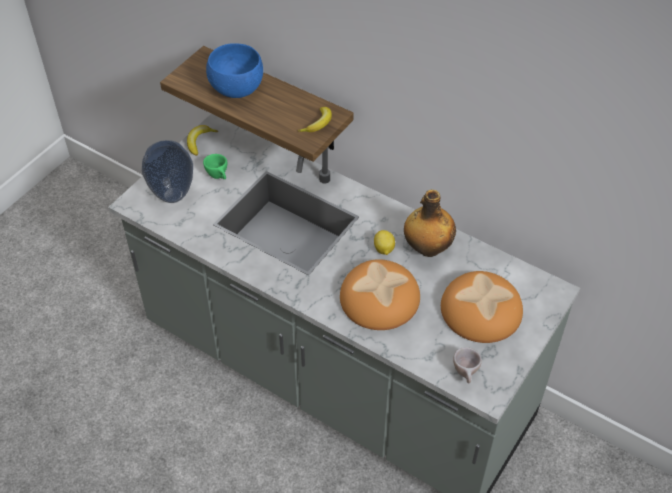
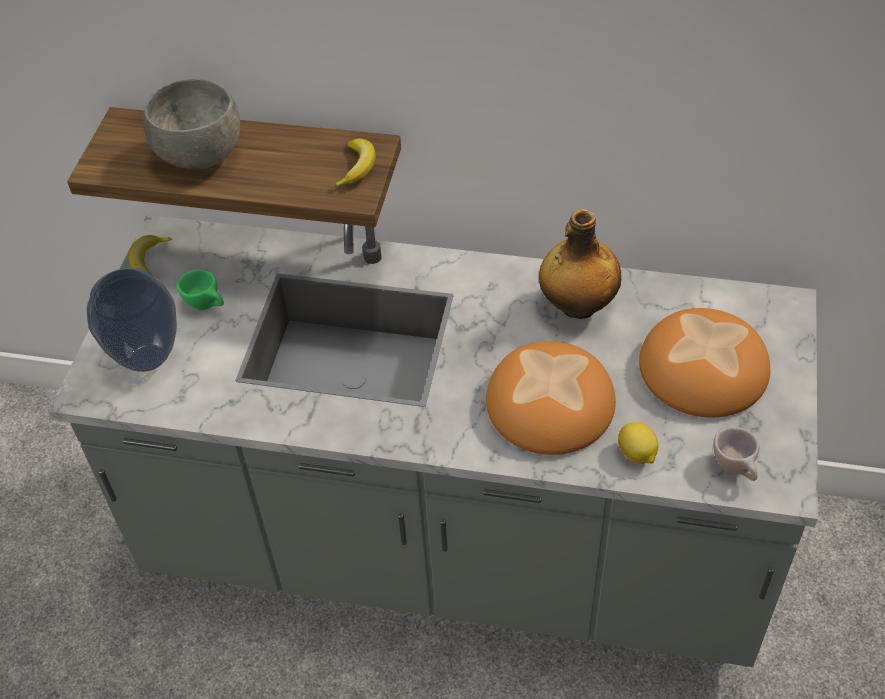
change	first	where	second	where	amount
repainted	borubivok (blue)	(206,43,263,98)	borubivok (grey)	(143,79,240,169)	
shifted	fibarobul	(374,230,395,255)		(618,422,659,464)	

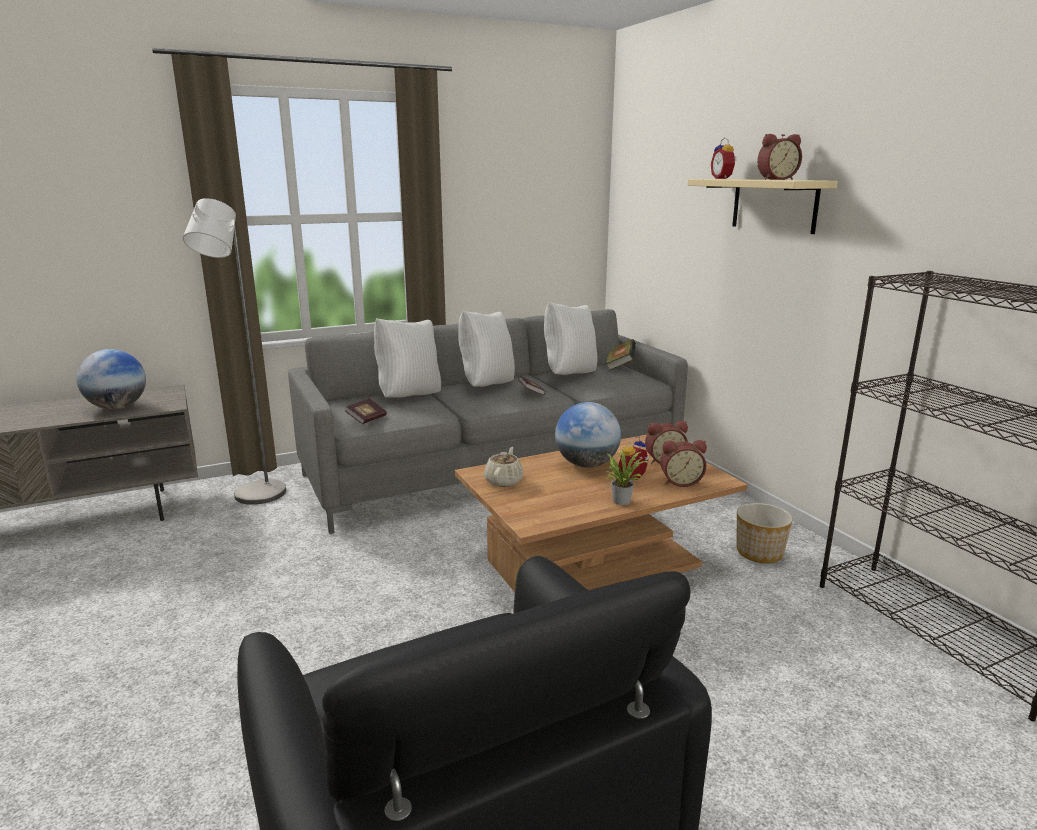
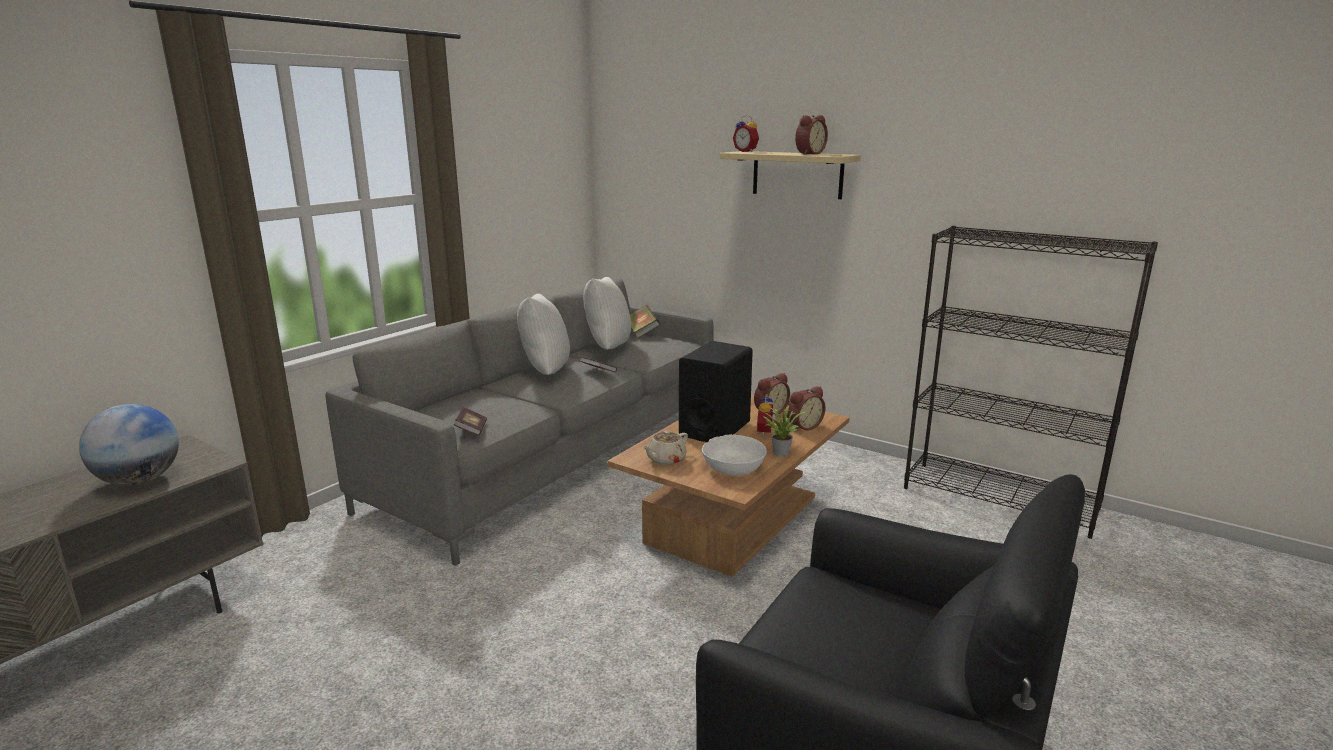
change	first	where	second	where	amount
gone	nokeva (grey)	(183,198,286,505)			
gone	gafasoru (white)	(374,318,441,398)			
rotated	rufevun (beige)	(484,447,523,487)		(643,431,688,465)	120 degrees counterclockwise
swapped	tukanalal	(555,402,621,468)	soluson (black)	(679,341,753,442)	
gone	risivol	(736,503,793,563)			
new			borubivok (white)	(702,434,767,476)	

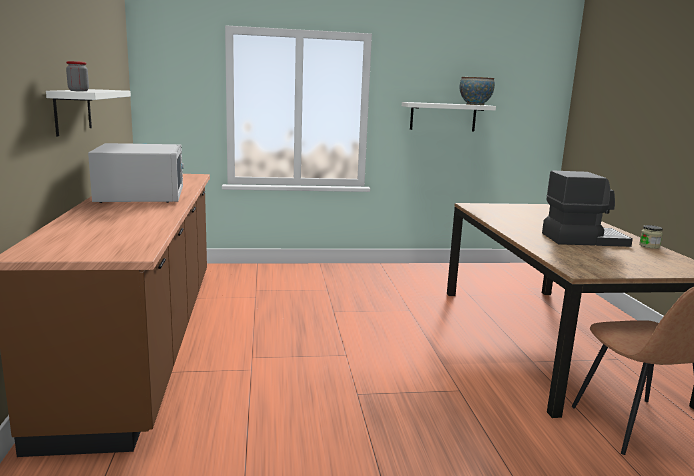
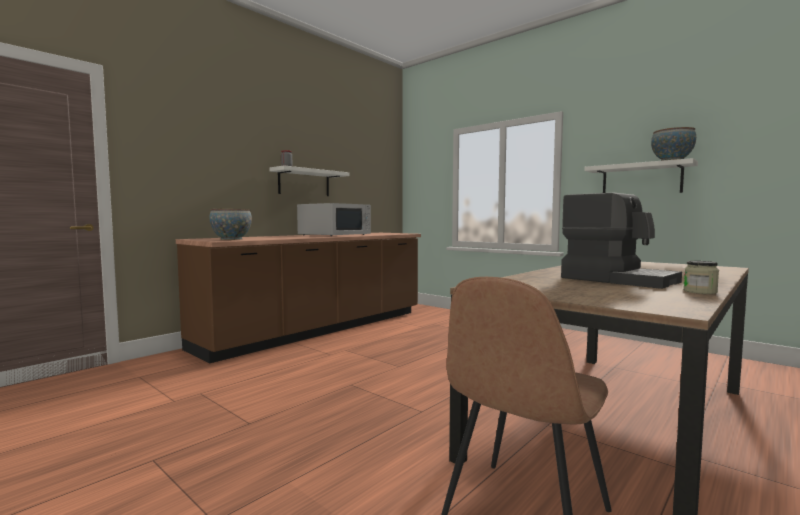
change	first	where	second	where	amount
new			borubivok	(210,209,252,240)	

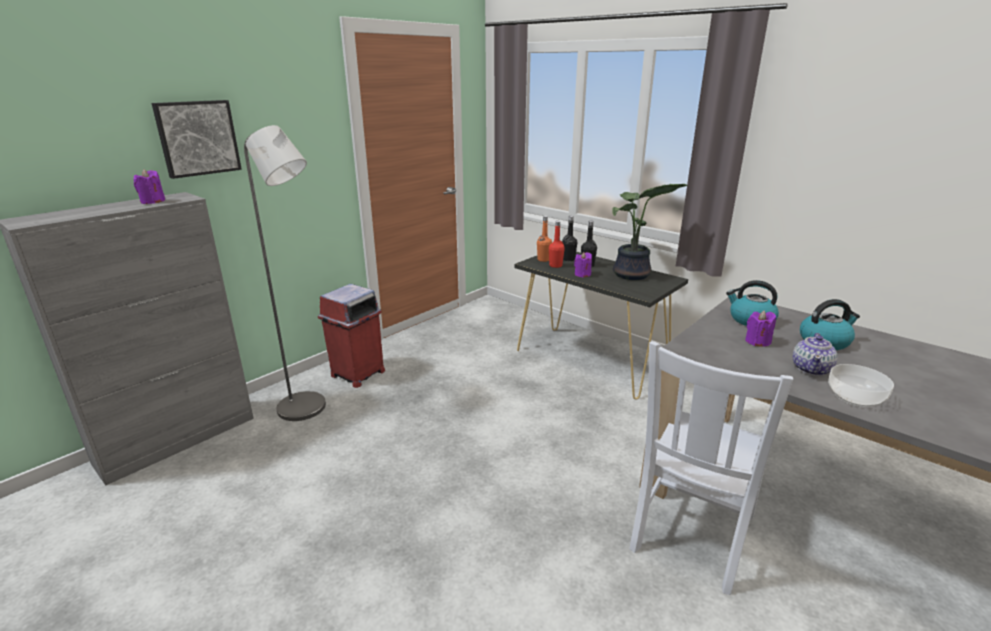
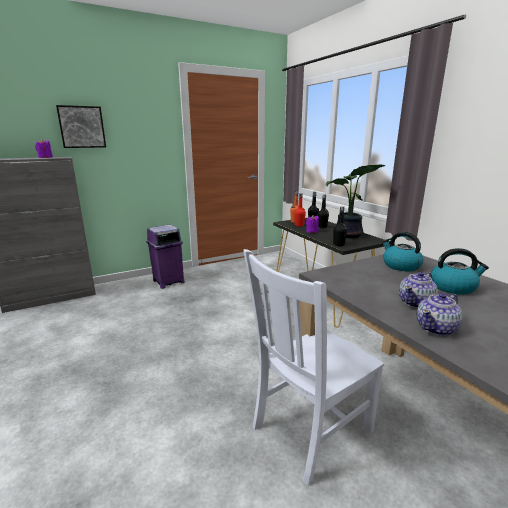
change	first	where	second	where	amount
gone	nokeva (grey)	(244,125,326,421)			
repainted	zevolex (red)	(318,284,385,388)	zevolex (purple)	(146,224,185,289)	
gone	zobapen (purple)	(745,310,776,347)			
swapped	borubivok	(828,364,894,407)	rufevun	(417,293,463,336)	
new			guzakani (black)	(333,206,347,247)	

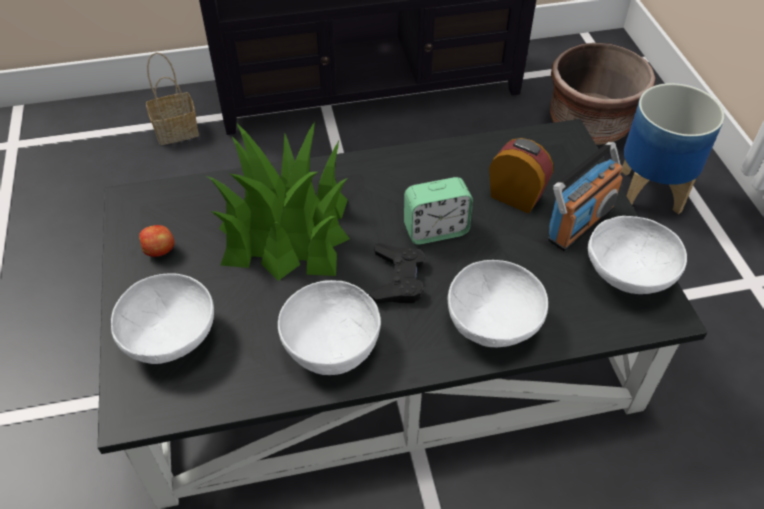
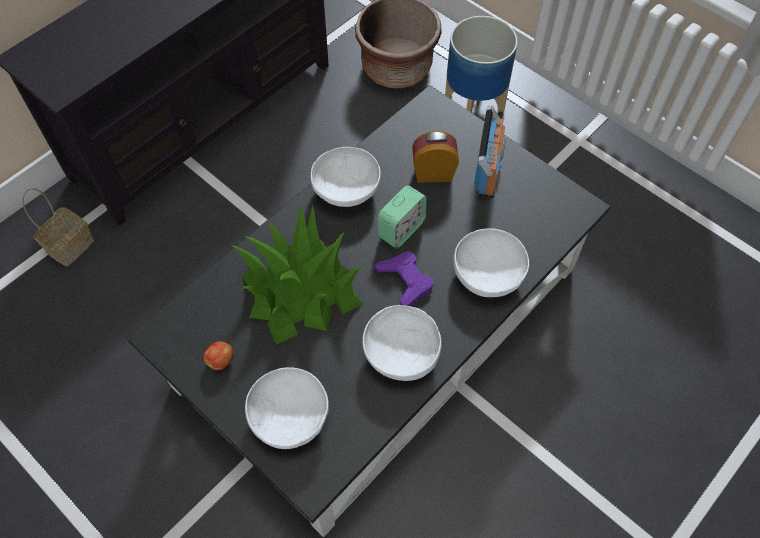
change	first	where	second	where	amount
repainted	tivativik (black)	(369,243,425,303)	tivativik (purple)	(375,251,433,306)	
shifted	borubivok (white)	(587,216,687,294)		(311,147,381,207)	

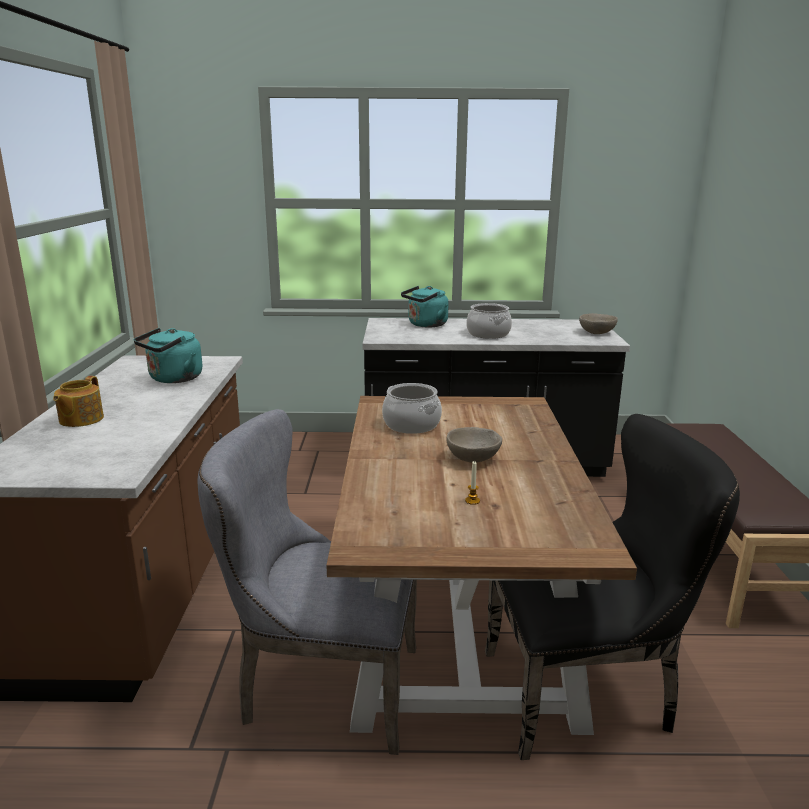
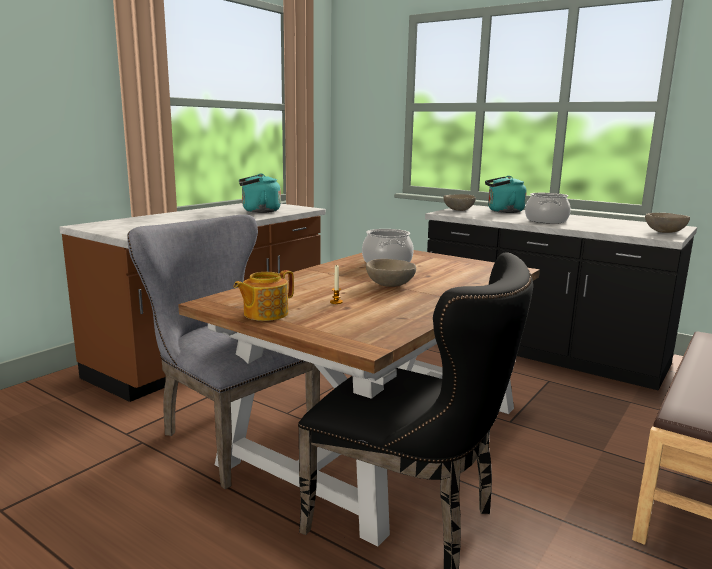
change	first	where	second	where	amount
shifted	rufevun	(53,376,104,427)		(234,270,294,321)	
new			borubivok (beige)	(443,194,476,211)	

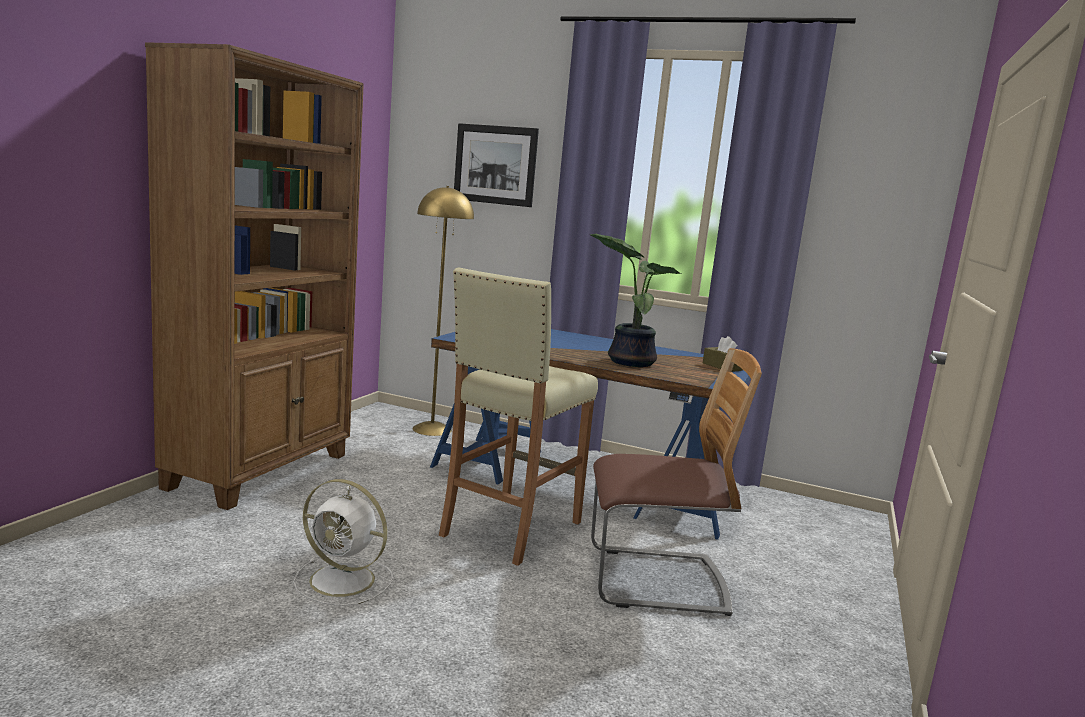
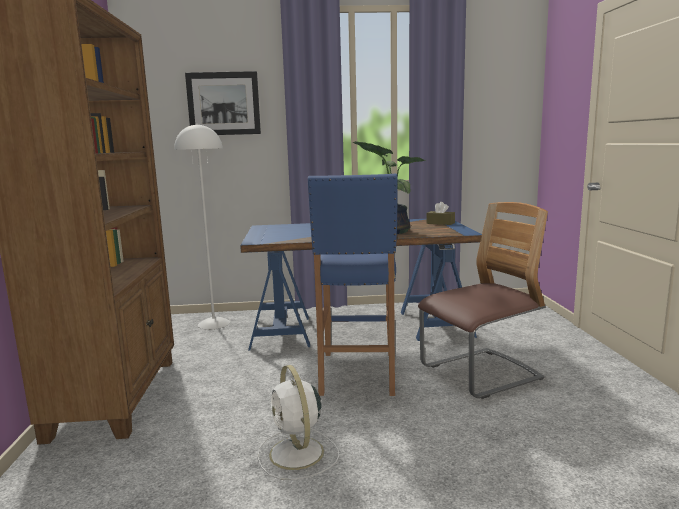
change	first	where	second	where	amount
rotated	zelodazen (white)	(293,479,393,606)		(258,365,339,480)	75 degrees clockwise
repainted	nokeva (yellow)	(412,186,474,436)	nokeva (white)	(174,123,230,330)	
repainted	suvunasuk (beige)	(439,268,598,566)	suvunasuk (blue)	(308,174,398,396)	

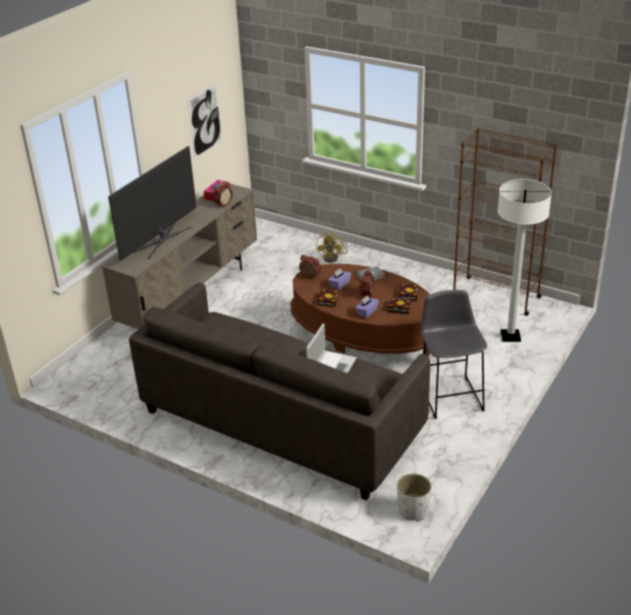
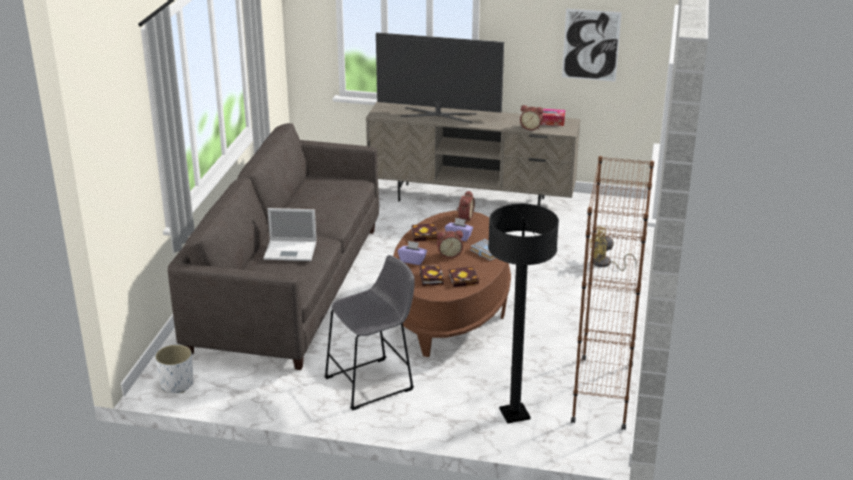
change	first	where	second	where	amount
repainted	nokeva (white)	(497,179,552,342)	nokeva (black)	(488,204,559,423)	

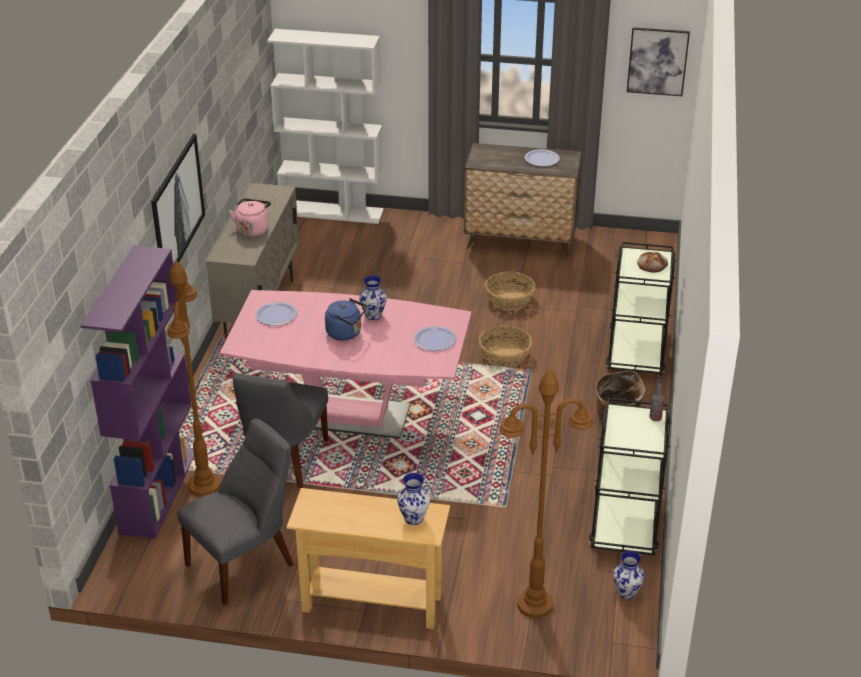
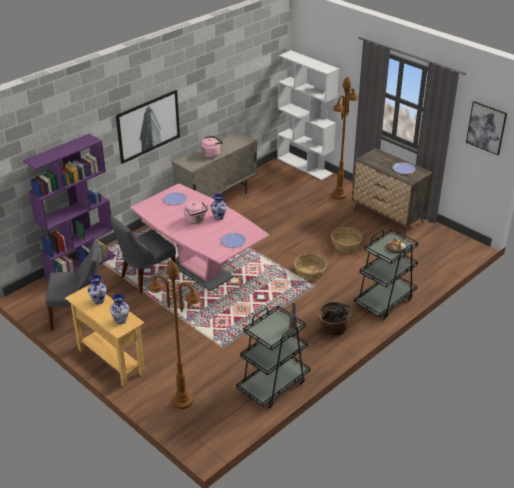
change	first	where	second	where	amount
shifted	nokeva (brown)	(167,260,221,497)		(332,76,358,200)	
repainted	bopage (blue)	(325,298,367,341)	bopage (pink)	(184,201,208,224)	
shifted	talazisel	(613,551,645,599)		(88,275,106,304)	

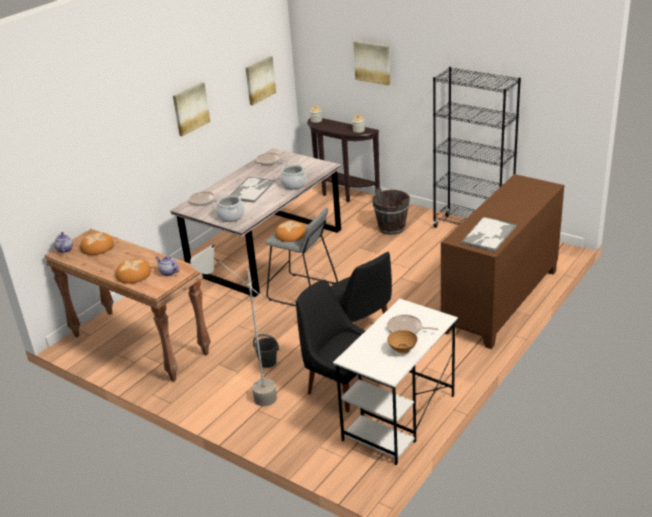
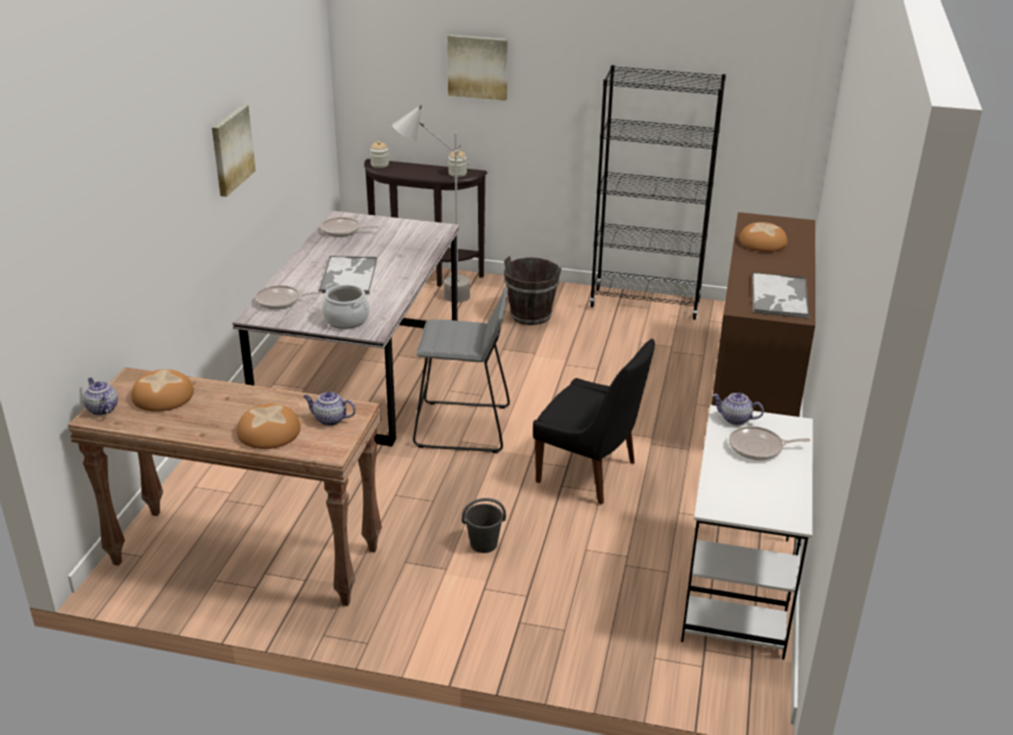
change	first	where	second	where	amount
shifted	nokeva (grey)	(190,244,277,406)		(392,105,470,303)	
gone	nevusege	(246,56,276,105)			
shifted	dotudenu	(275,221,306,242)		(739,222,787,252)	
gone	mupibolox	(280,165,307,189)			
gone	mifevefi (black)	(296,280,365,412)			
gone	borubivok (brown)	(387,330,417,354)			
new			rufevun	(713,392,764,425)	

